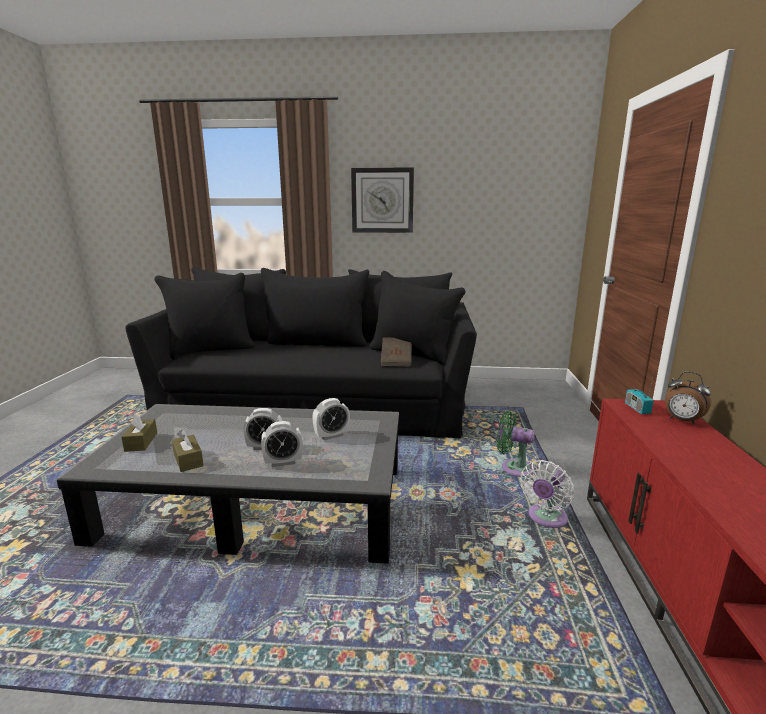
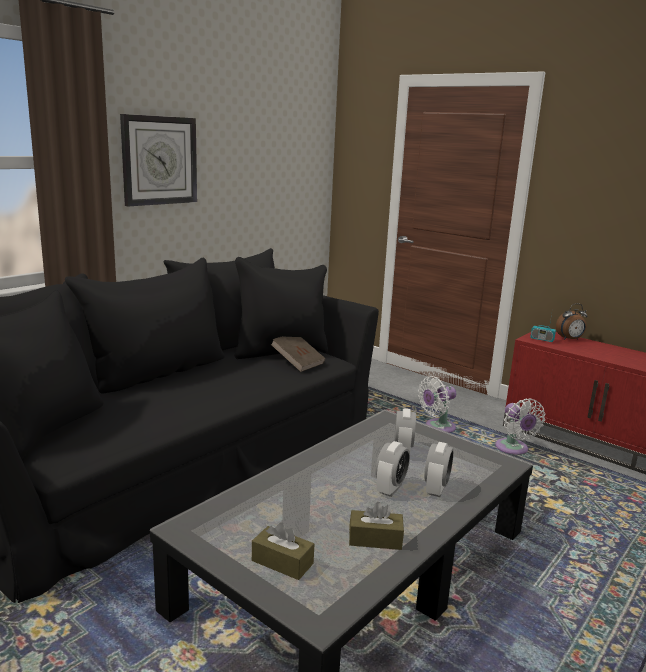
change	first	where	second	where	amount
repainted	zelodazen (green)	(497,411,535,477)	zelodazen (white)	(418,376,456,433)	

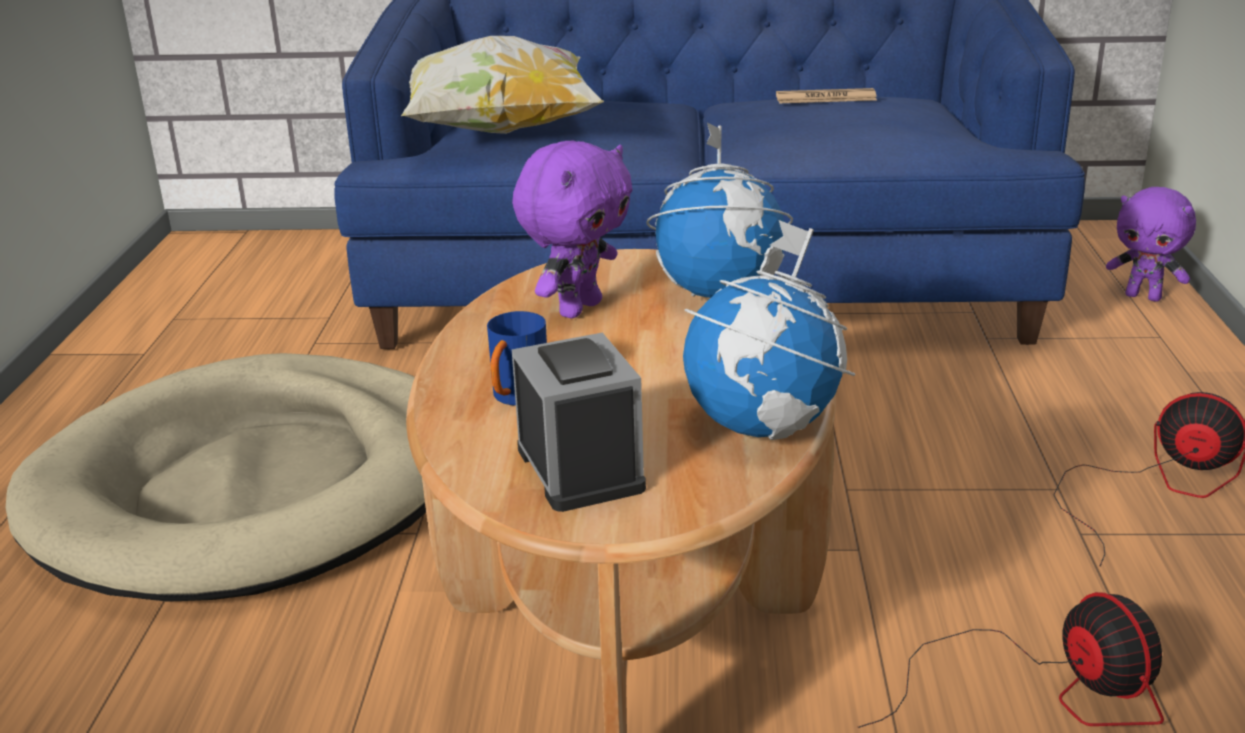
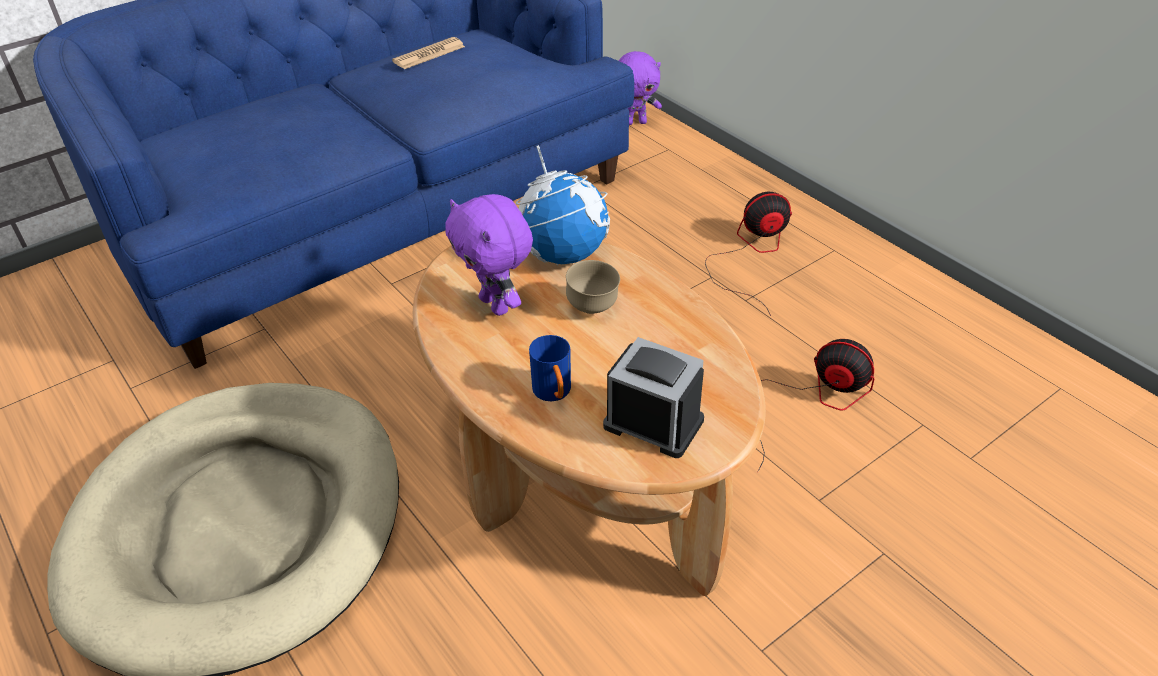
change	first	where	second	where	amount
gone	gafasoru	(401,36,604,134)			
rotated	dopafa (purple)	(512,141,633,318)		(445,194,533,316)	150 degrees clockwise
gone	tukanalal	(683,220,855,440)			
new			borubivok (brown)	(566,260,620,314)	

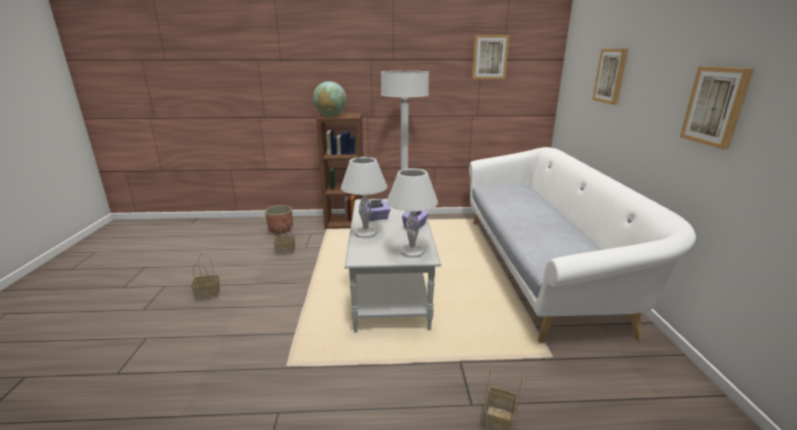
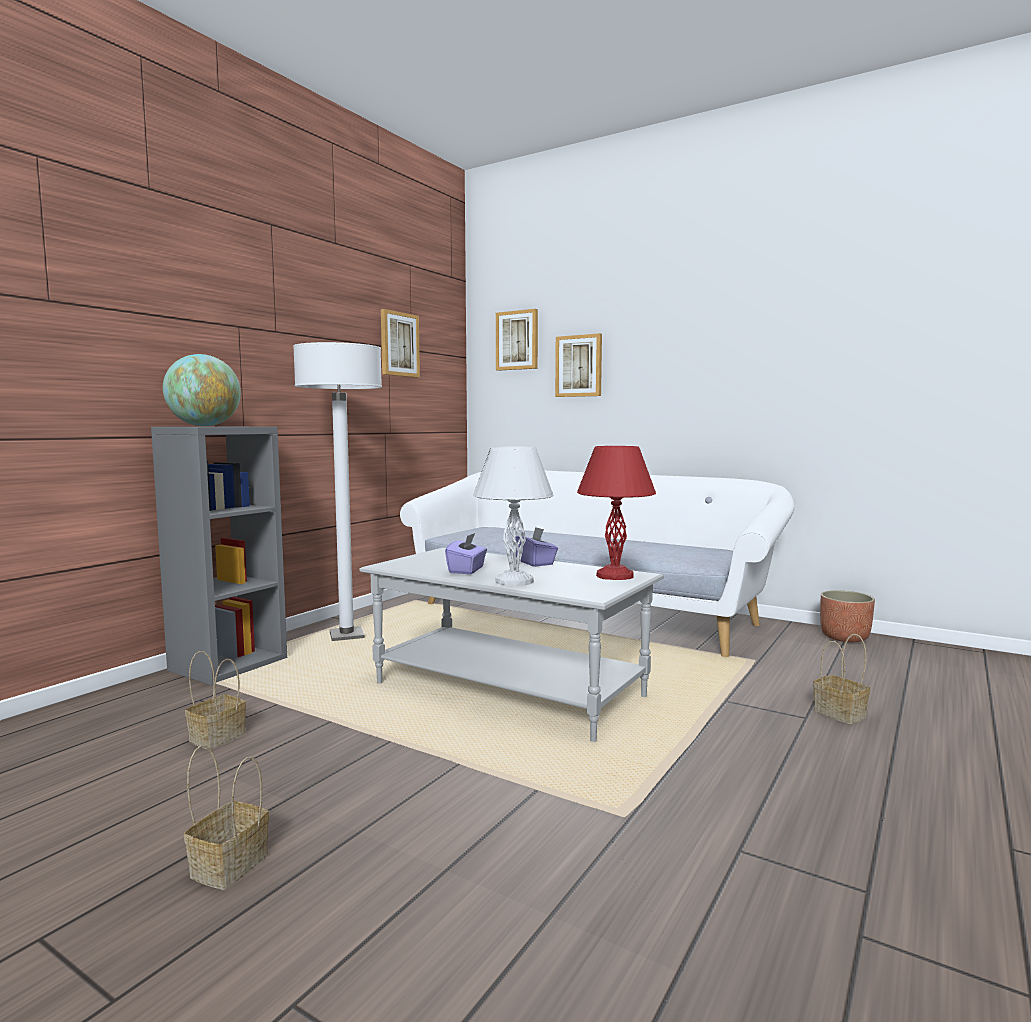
change	first	where	second	where	amount
shifted	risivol	(265,205,293,234)		(820,590,875,642)	
repainted	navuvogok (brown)	(316,113,363,229)	navuvogok (grey)	(151,427,287,685)	
repainted	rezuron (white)	(387,168,438,258)	rezuron (red)	(577,446,656,580)	
shifted	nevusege	(680,66,754,149)		(496,309,538,371)	

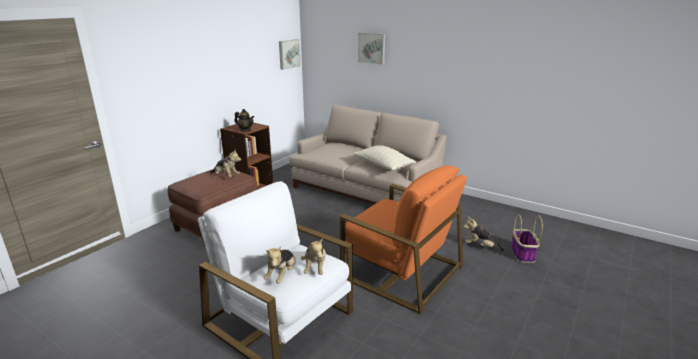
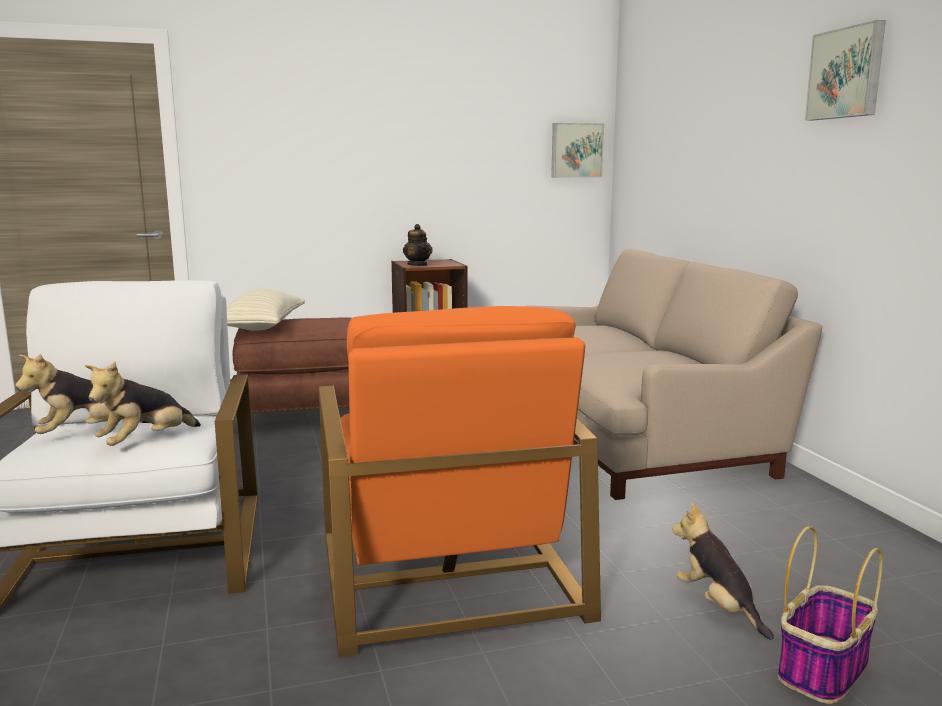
change	first	where	second	where	amount
gone	dopafa	(210,149,241,177)			
shifted	gafasoru (beige)	(353,146,416,170)		(227,289,305,330)	
shifted	nevusege	(358,32,385,65)		(805,20,886,120)	

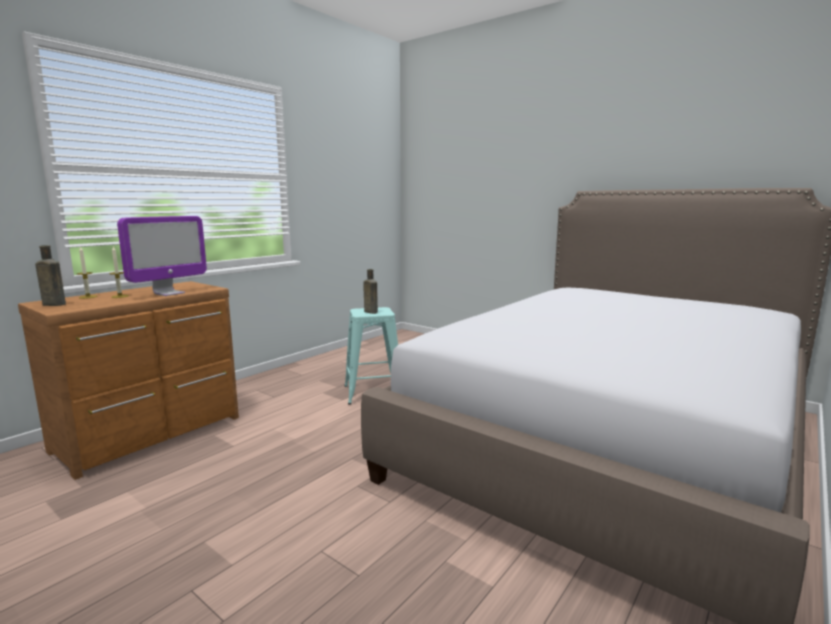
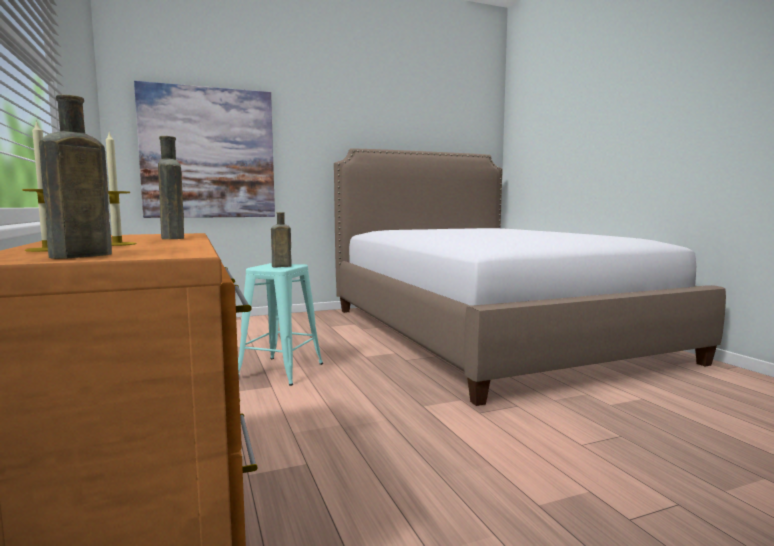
change	first	where	second	where	amount
swapped	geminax	(117,216,207,296)	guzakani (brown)	(158,136,184,239)	
new			nevusege	(134,81,275,218)	

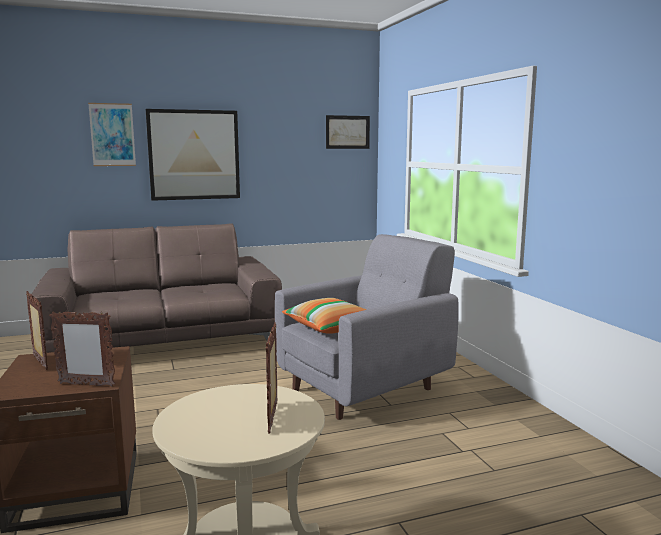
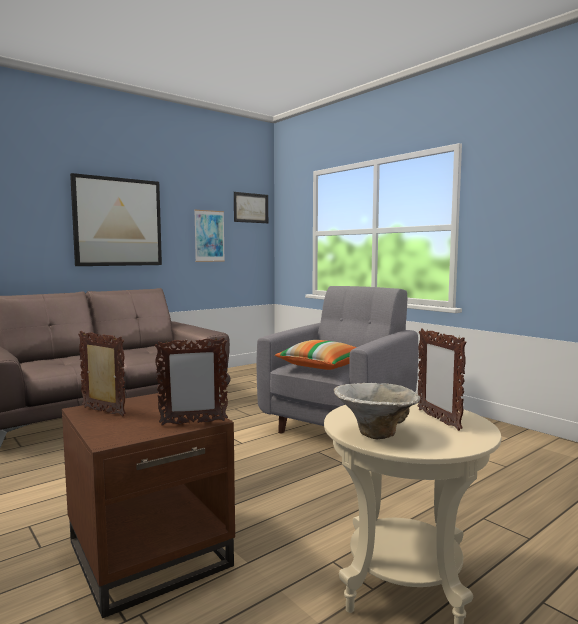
change	first	where	second	where	amount
shifted	nevusege	(88,103,136,166)		(194,210,224,262)	
new			borubivok	(334,383,420,439)	

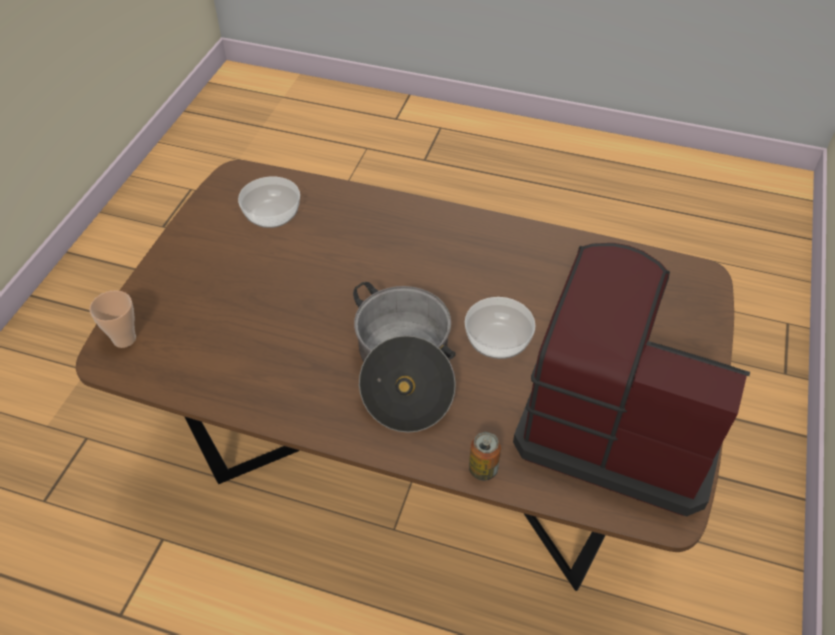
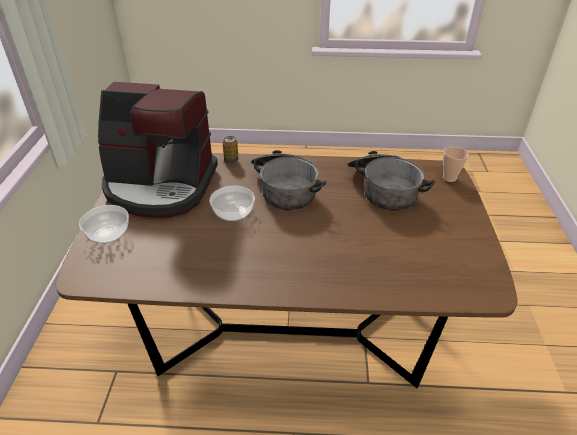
change	first	where	second	where	amount
shifted	borubivok	(238,176,300,228)		(79,205,129,243)	
new			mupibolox	(347,151,435,211)	

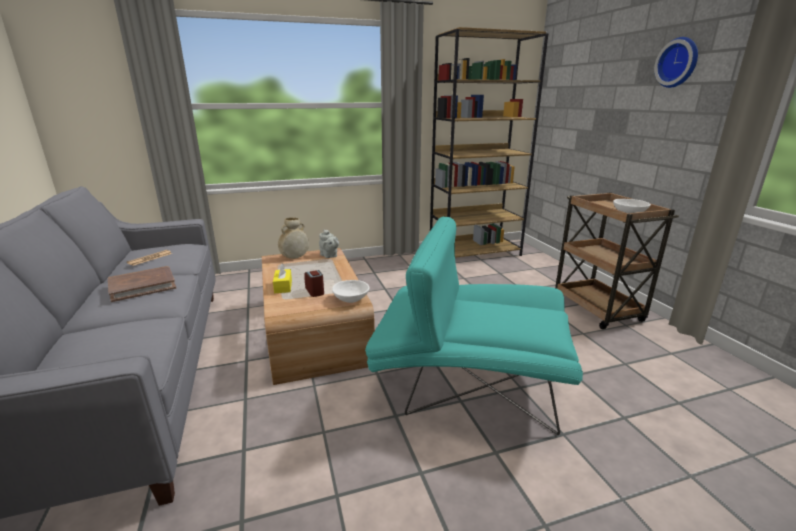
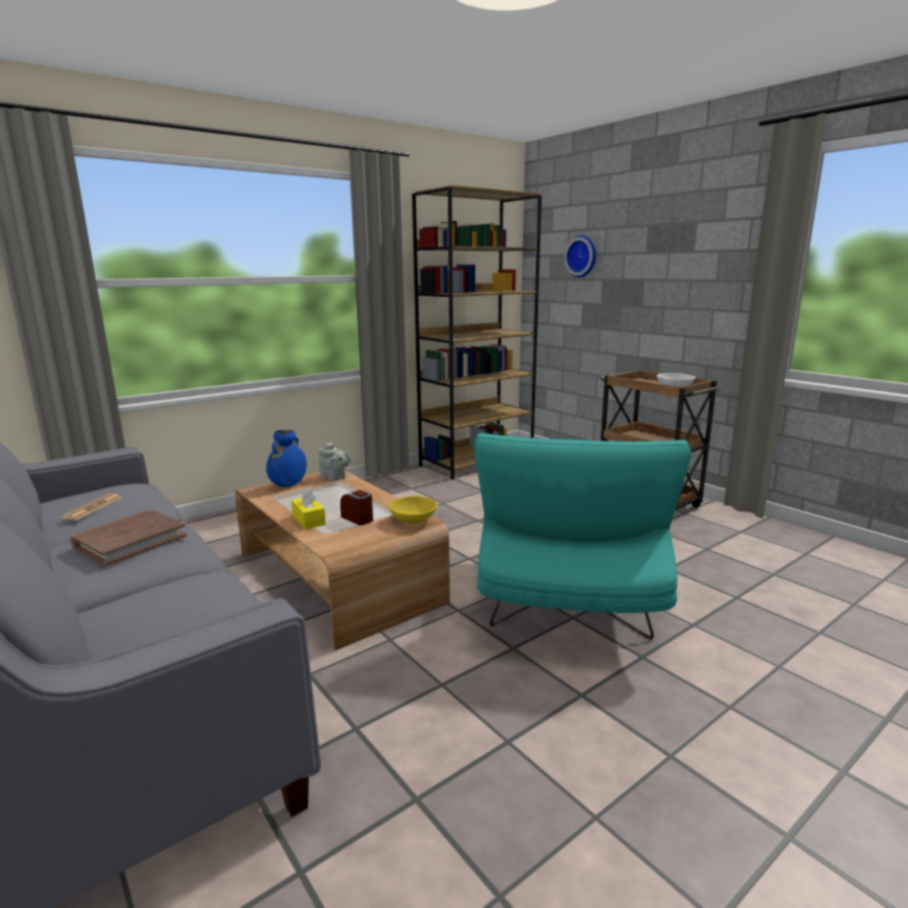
change	first	where	second	where	amount
repainted	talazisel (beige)	(278,217,309,259)	talazisel (blue)	(266,430,307,487)	
repainted	borubivok (white)	(332,280,370,303)	borubivok (yellow)	(389,496,437,524)	
rotated	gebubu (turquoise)	(365,217,583,435)		(474,433,691,640)	75 degrees counterclockwise
shifted	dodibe	(654,37,698,88)		(564,235,596,277)	

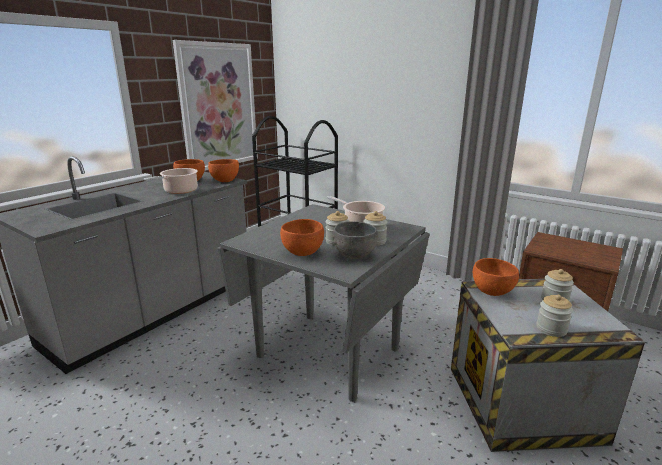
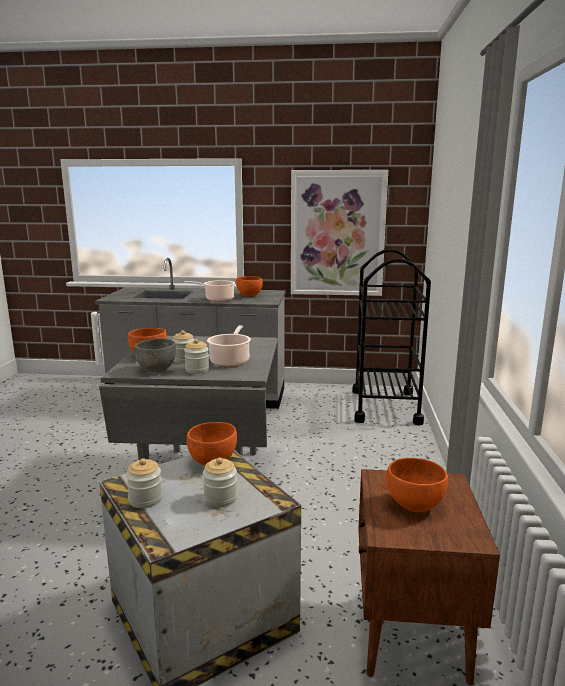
change	first	where	second	where	amount
shifted	borubivok (orange)	(208,159,239,182)		(386,458,448,512)	

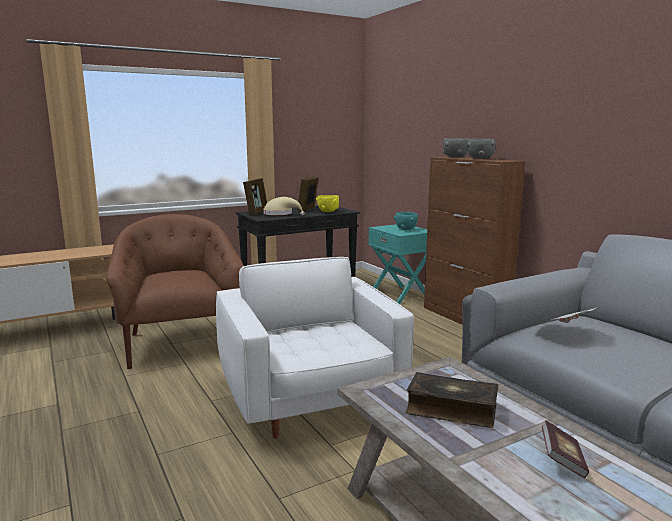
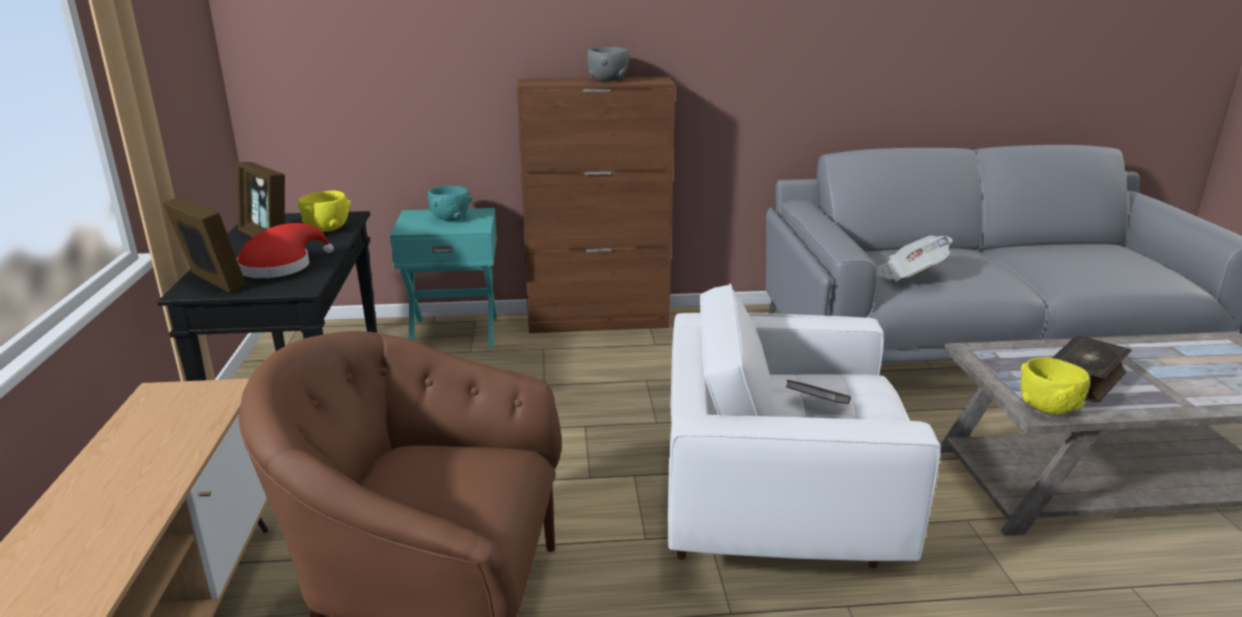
change	first	where	second	where	amount
repainted	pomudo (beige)	(263,197,305,216)	pomudo (red)	(237,223,334,278)	
gone	borubivok (grey)	(443,138,469,158)			
shifted	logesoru	(542,420,589,478)		(785,380,851,404)	
new			borubivok (yellow)	(1020,358,1090,415)	

